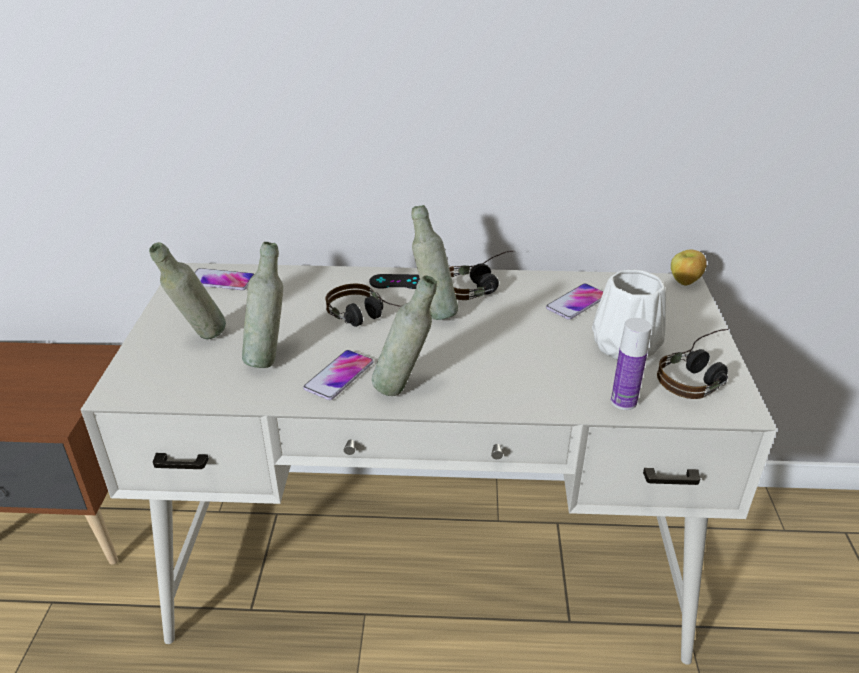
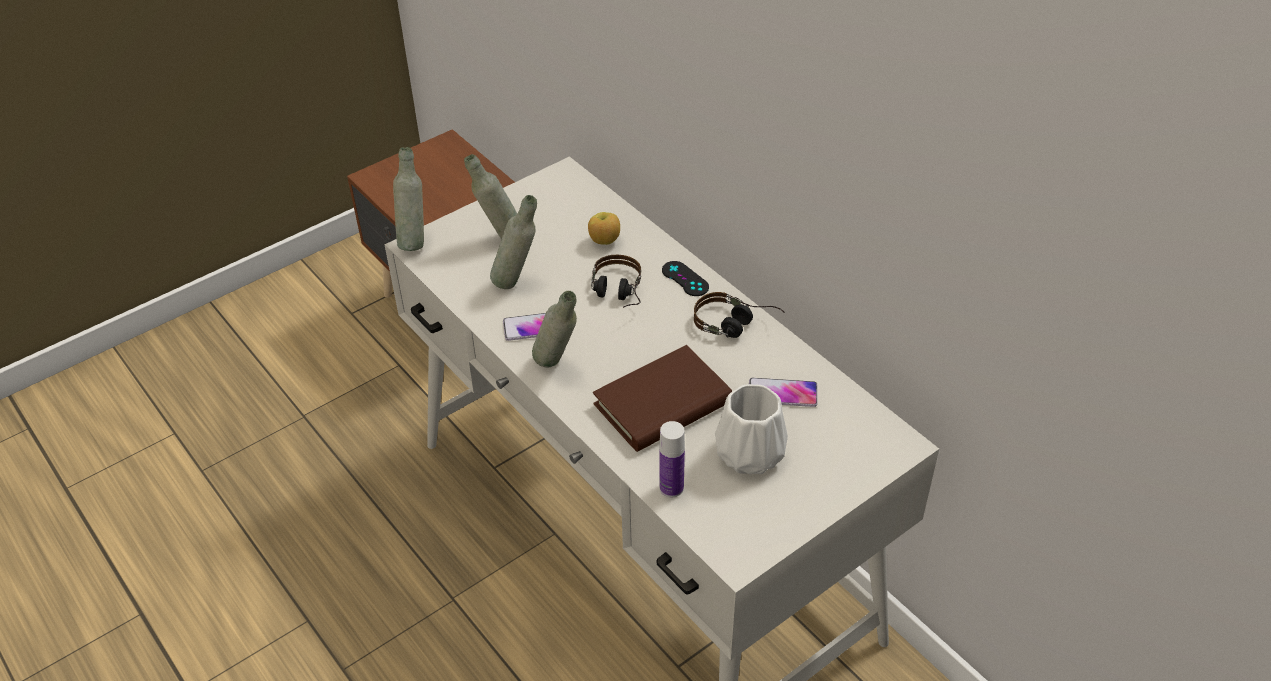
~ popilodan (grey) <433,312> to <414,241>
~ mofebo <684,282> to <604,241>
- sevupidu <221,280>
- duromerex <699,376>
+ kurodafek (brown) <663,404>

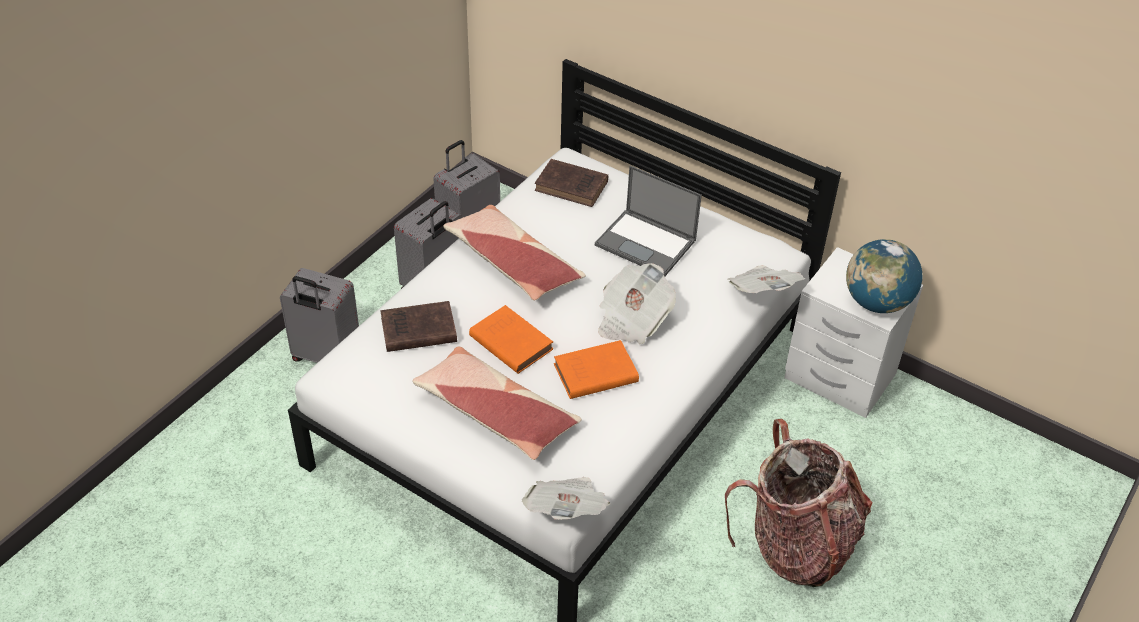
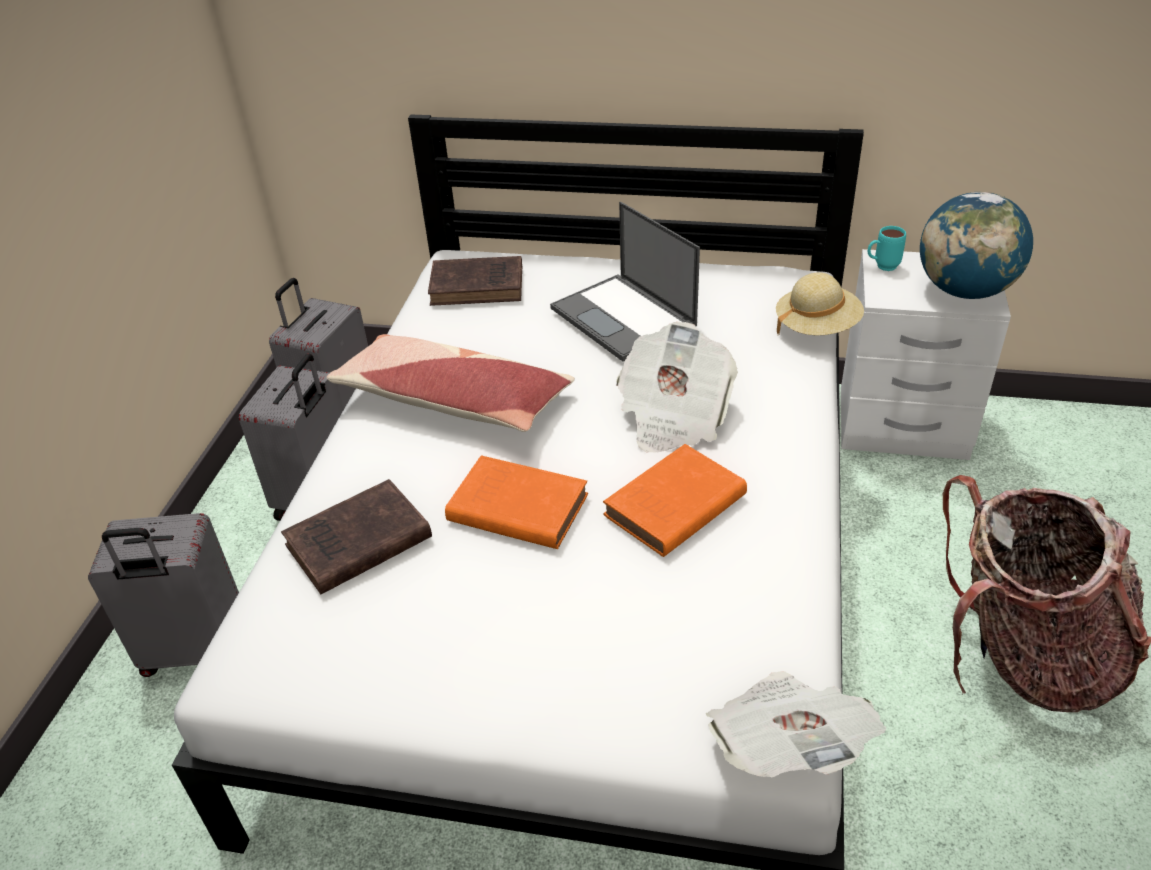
~ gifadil <647,243> = <624,317> 45 degrees clockwise
~ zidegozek <762,293> to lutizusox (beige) <817,327>
- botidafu <495,413>
+ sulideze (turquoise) <881,267>

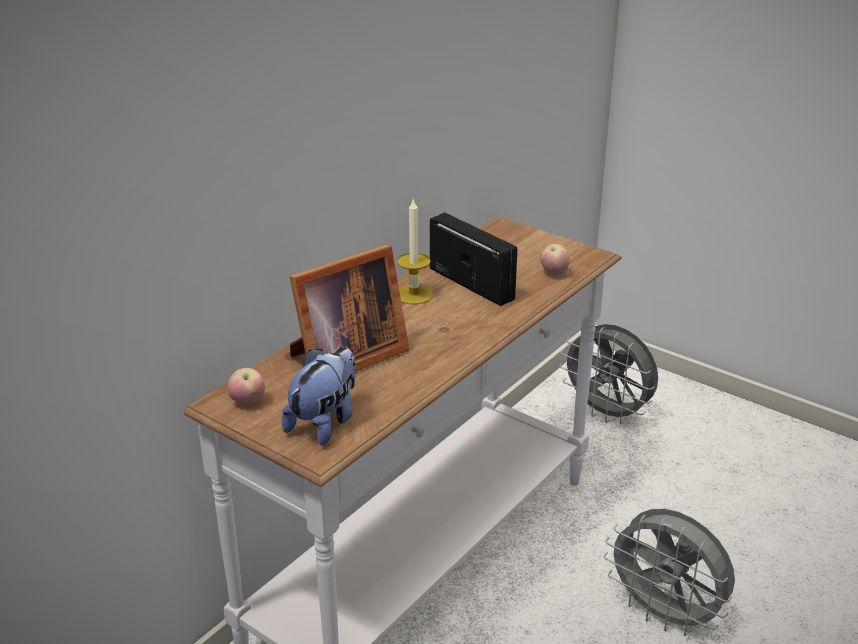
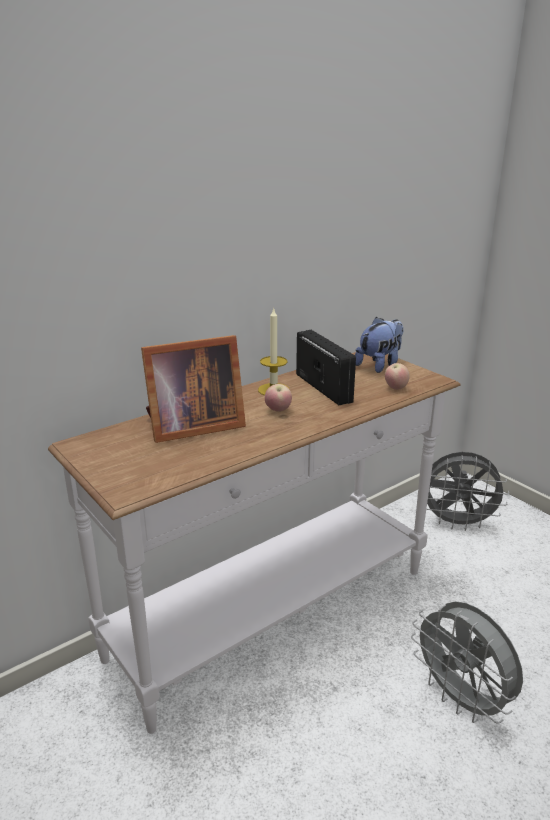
~ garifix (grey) <607,413> = <457,523> 45 degrees counterclockwise
~ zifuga <325,422> to <379,365>
~ mofebo <247,402> to <278,410>

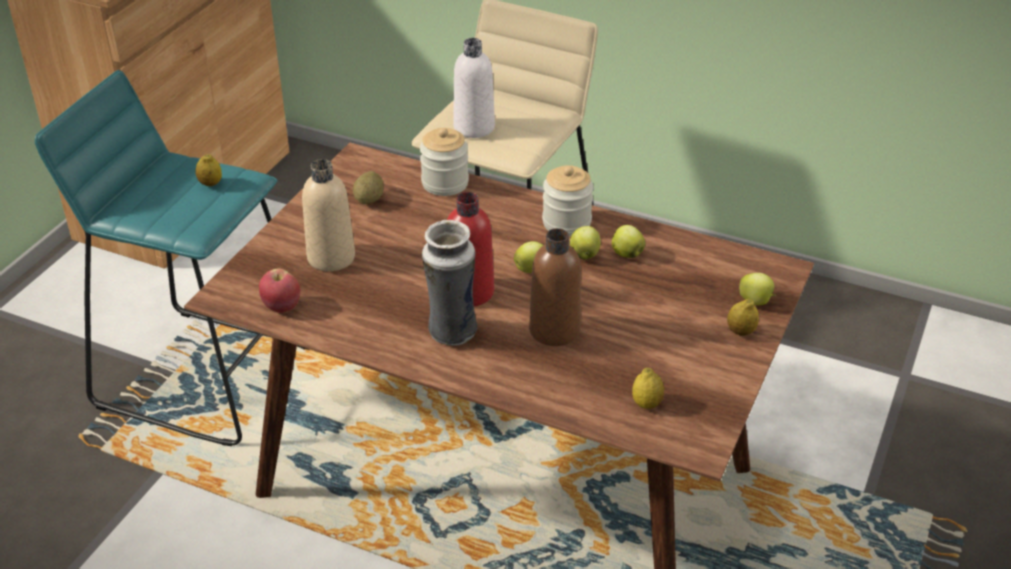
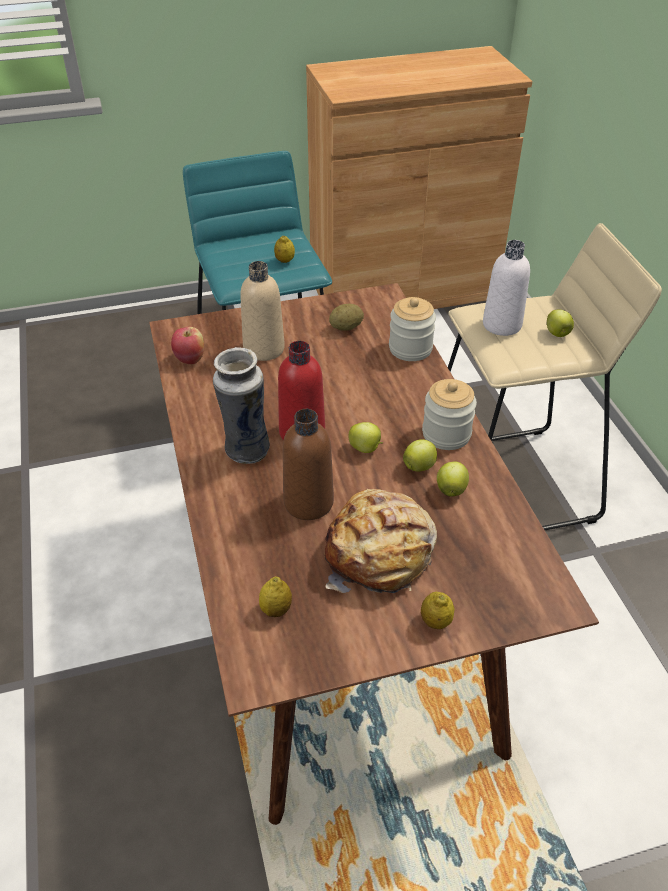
~ mofebo <756,301> to <557,334>
+ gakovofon <380,554>

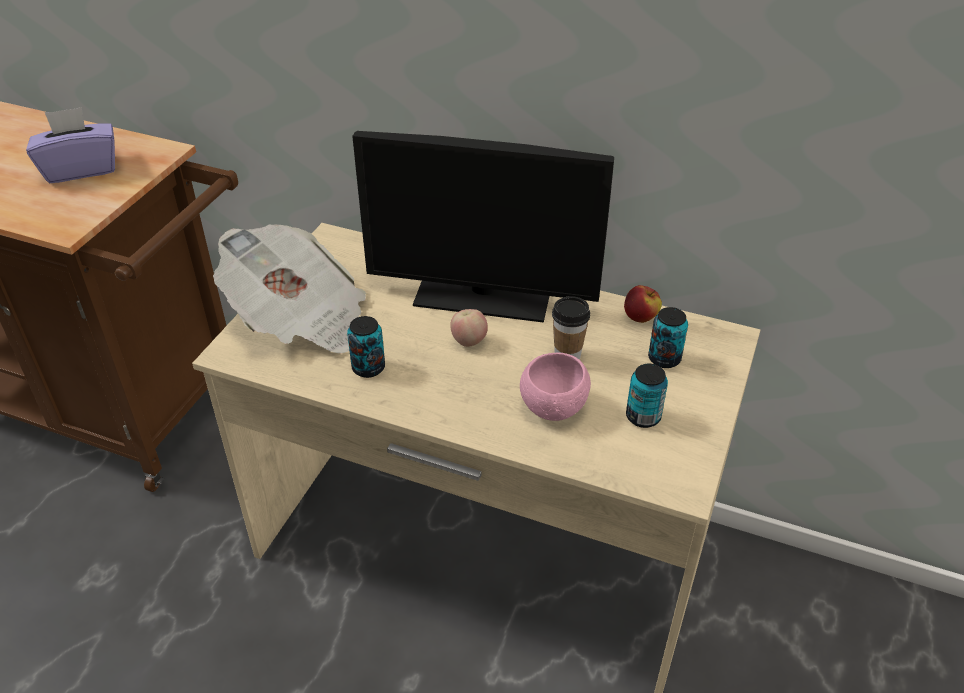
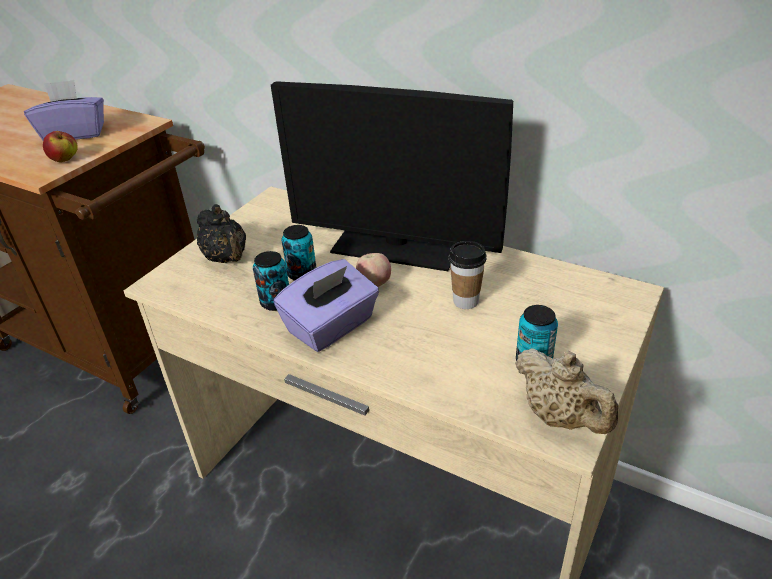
~ zidegozek <299,318> to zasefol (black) <227,259>
~ mofebo <640,317> to <65,160>
~ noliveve <664,358> to <302,274>
- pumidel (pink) <553,407>
+ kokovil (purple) <331,327>
+ zasefol (beige) <560,417>

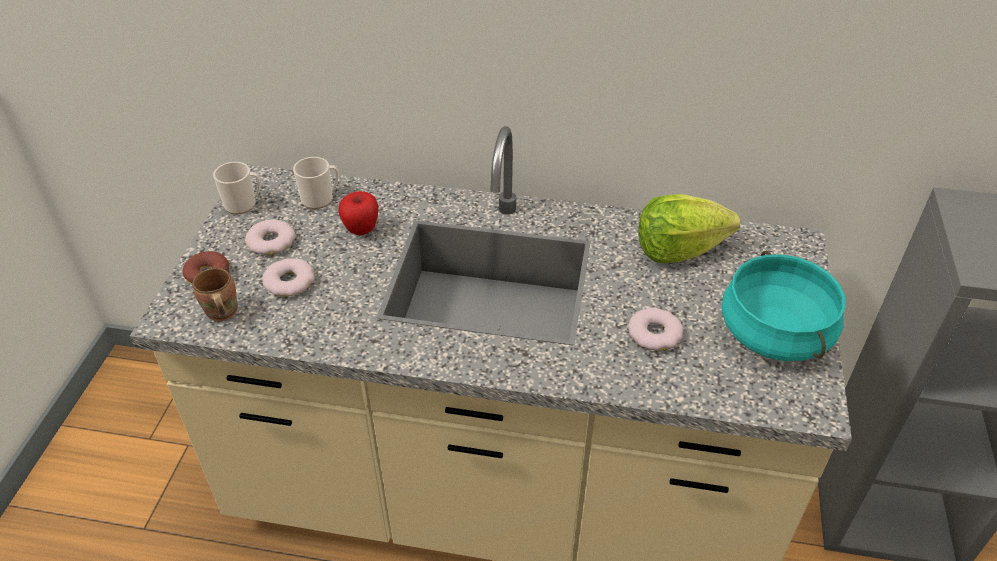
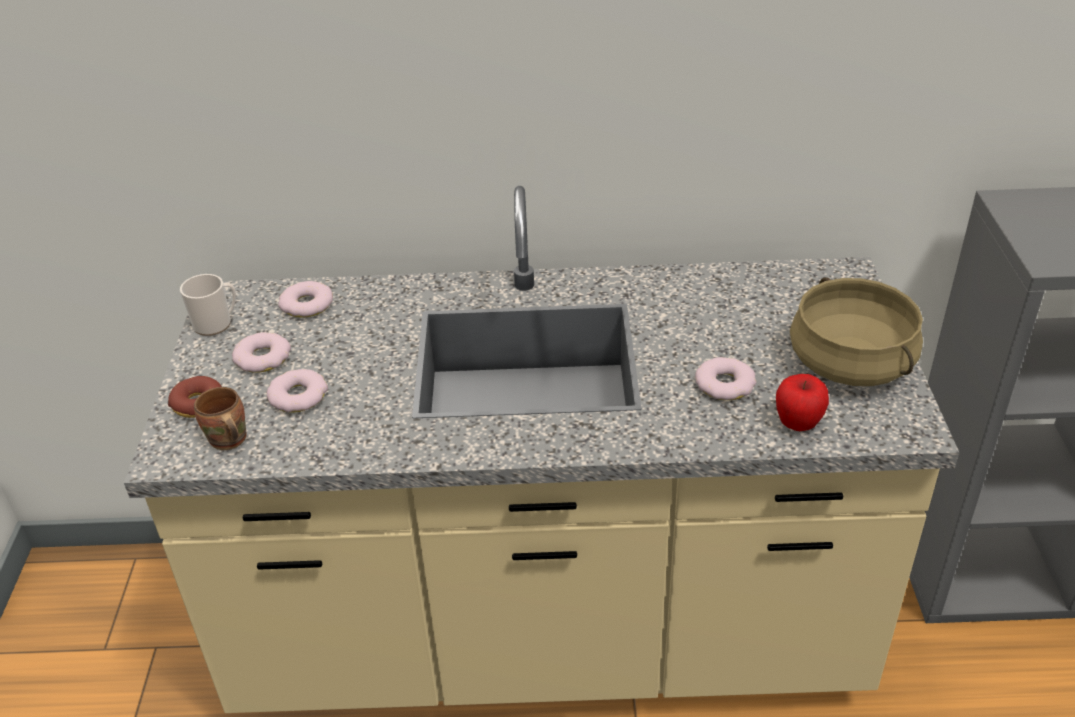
~ sulideze <321,198> to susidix <306,305>
~ mofebo <361,230> to <798,424>
- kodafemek <678,249>
~ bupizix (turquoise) <776,333> to bupizix (beige) <851,363>

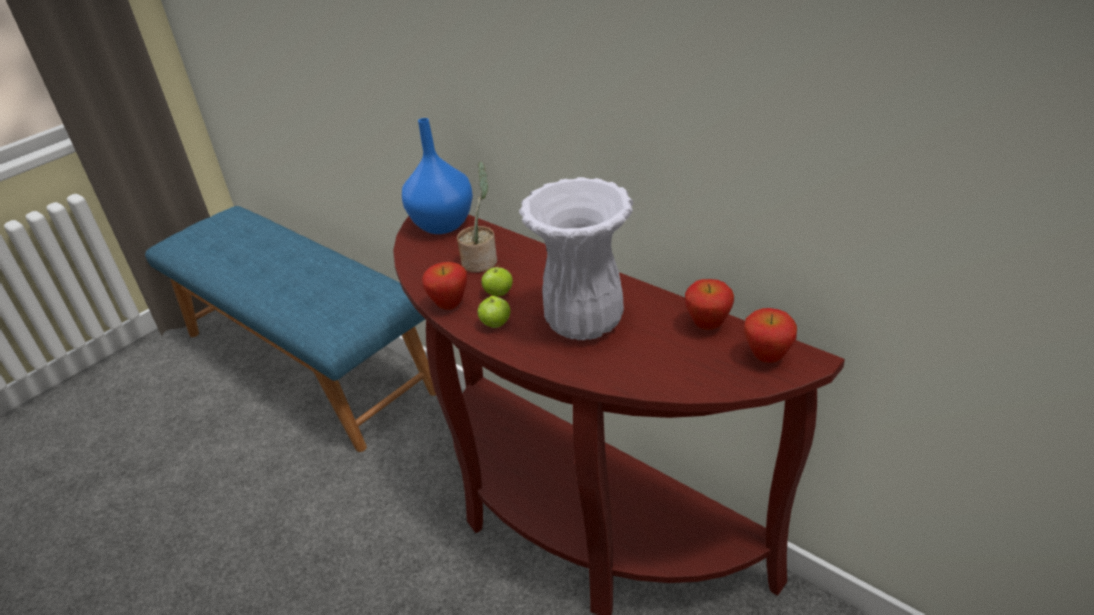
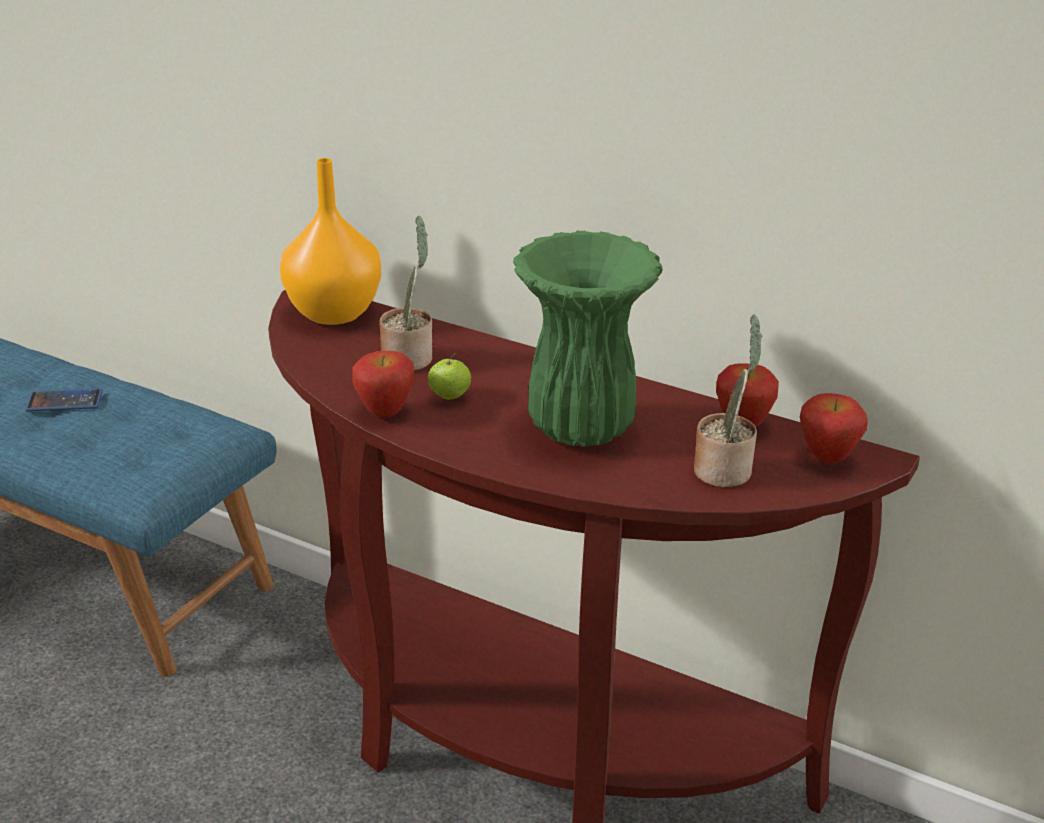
~ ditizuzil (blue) <444,225> to ditizuzil (orange) <335,313>
~ ditizuzil (white) <585,322> to ditizuzil (green) <582,427>
- mofebo <496,324>
+ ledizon <725,469>
+ sevupidu <64,401>

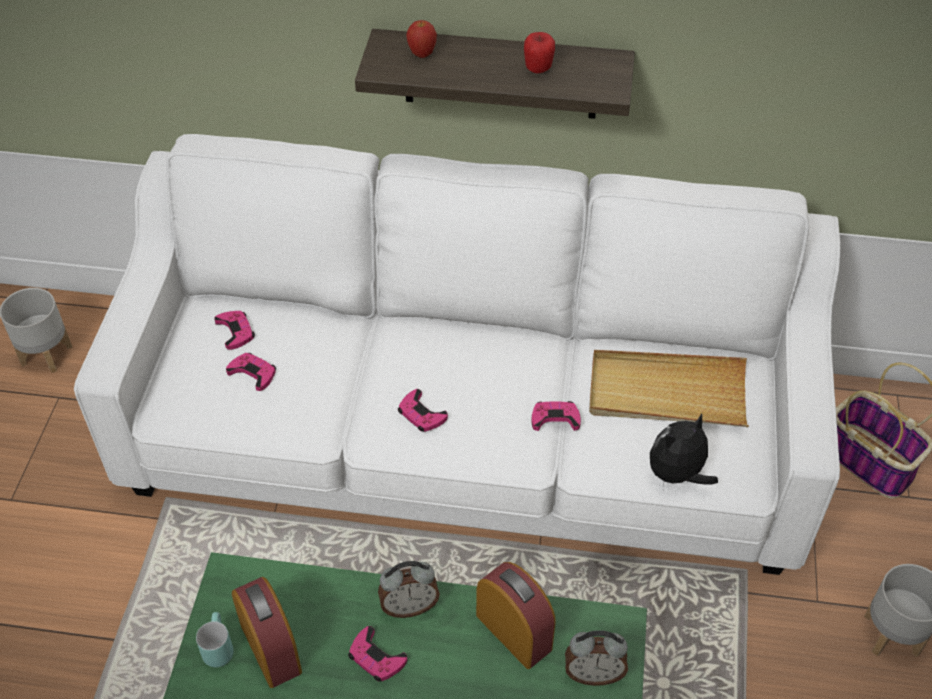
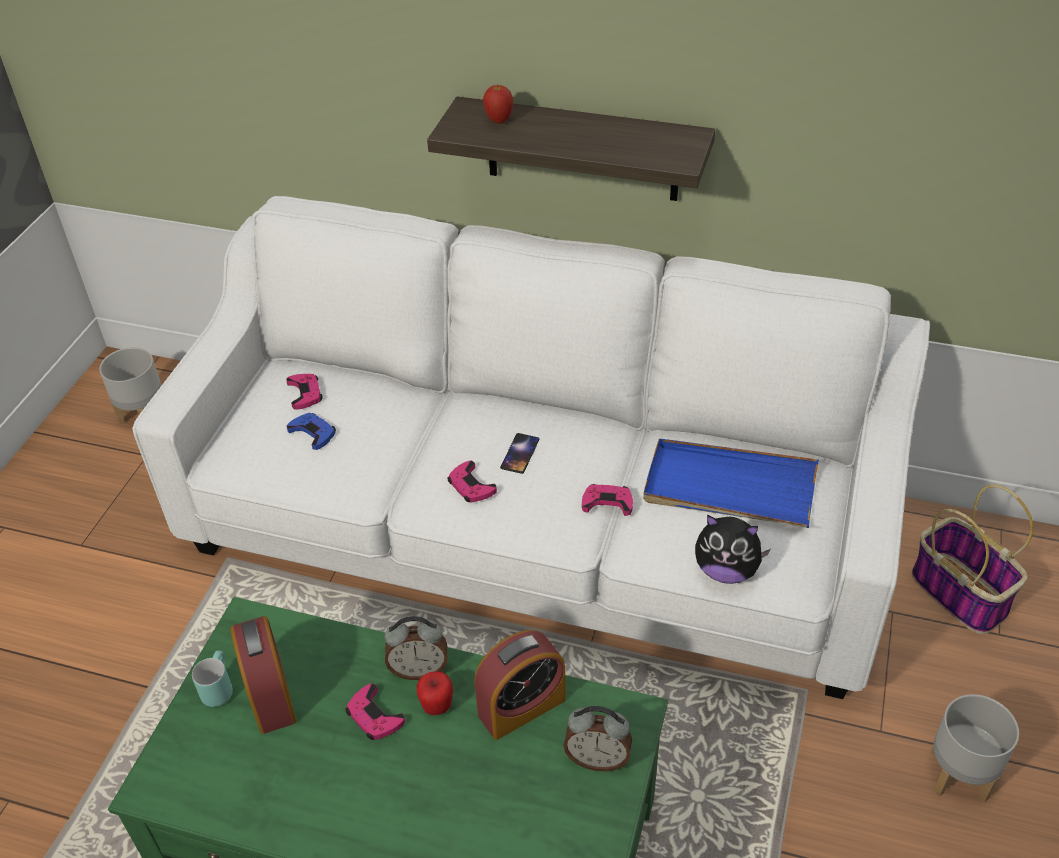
~ mofebo <538,69> to <437,706>
~ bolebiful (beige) <667,393> to bolebiful (blue) <729,488>
~ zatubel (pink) <253,373> to zatubel (blue) <313,433>
~ zifuga <677,475> = <726,570> 135 degrees counterclockwise
~ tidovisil <513,632> = <521,707> 90 degrees clockwise
+ sevupidu <520,453>

